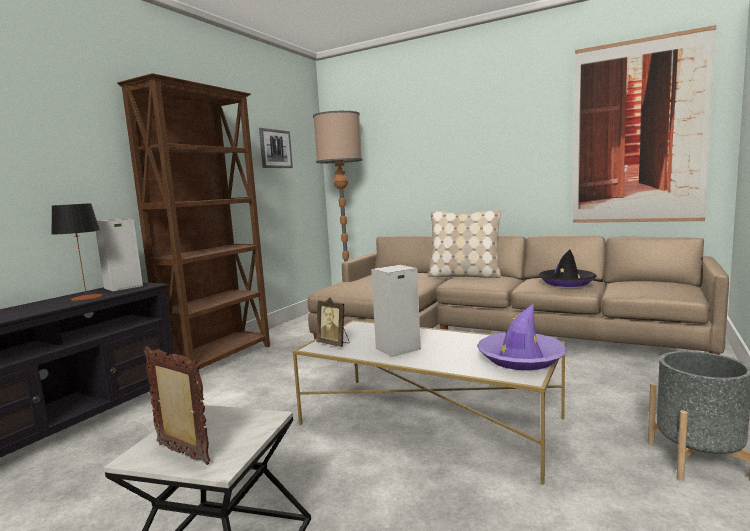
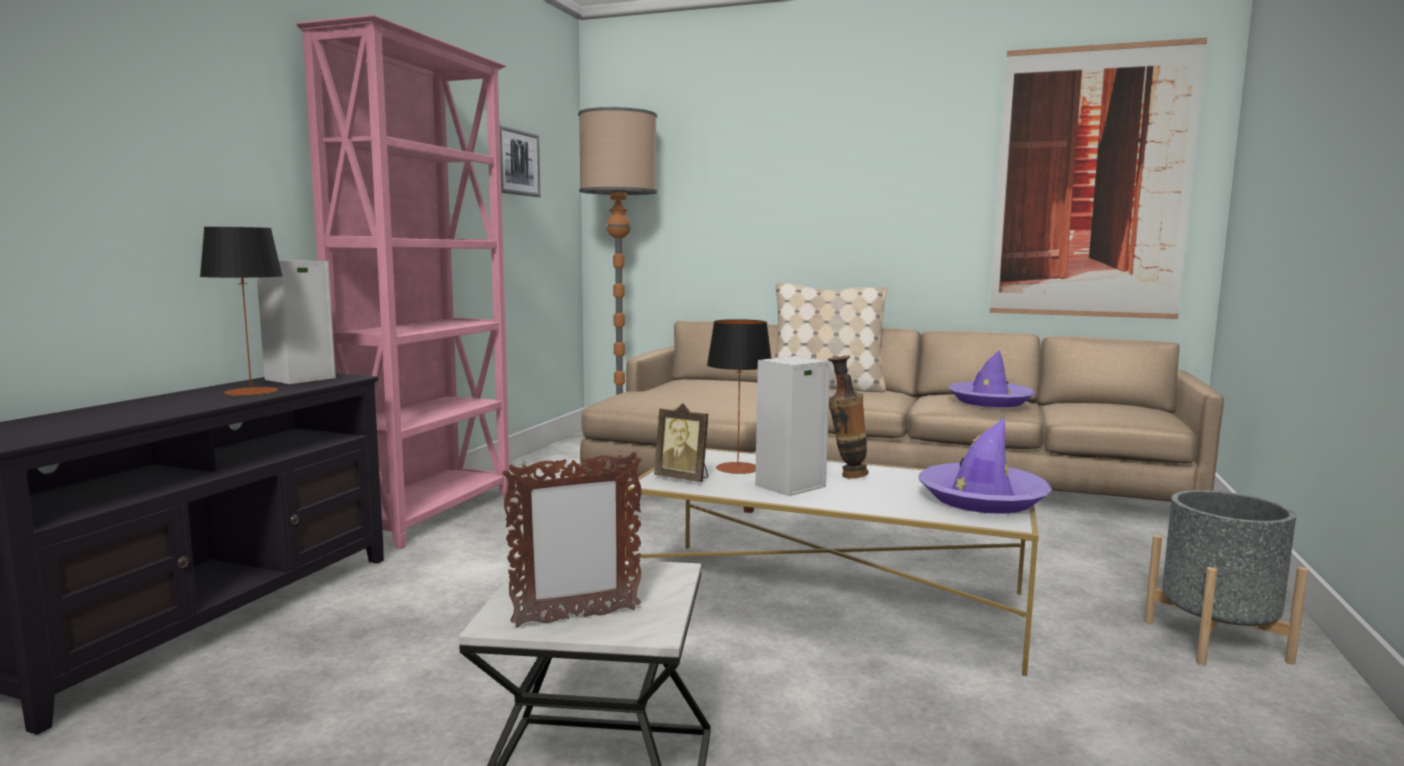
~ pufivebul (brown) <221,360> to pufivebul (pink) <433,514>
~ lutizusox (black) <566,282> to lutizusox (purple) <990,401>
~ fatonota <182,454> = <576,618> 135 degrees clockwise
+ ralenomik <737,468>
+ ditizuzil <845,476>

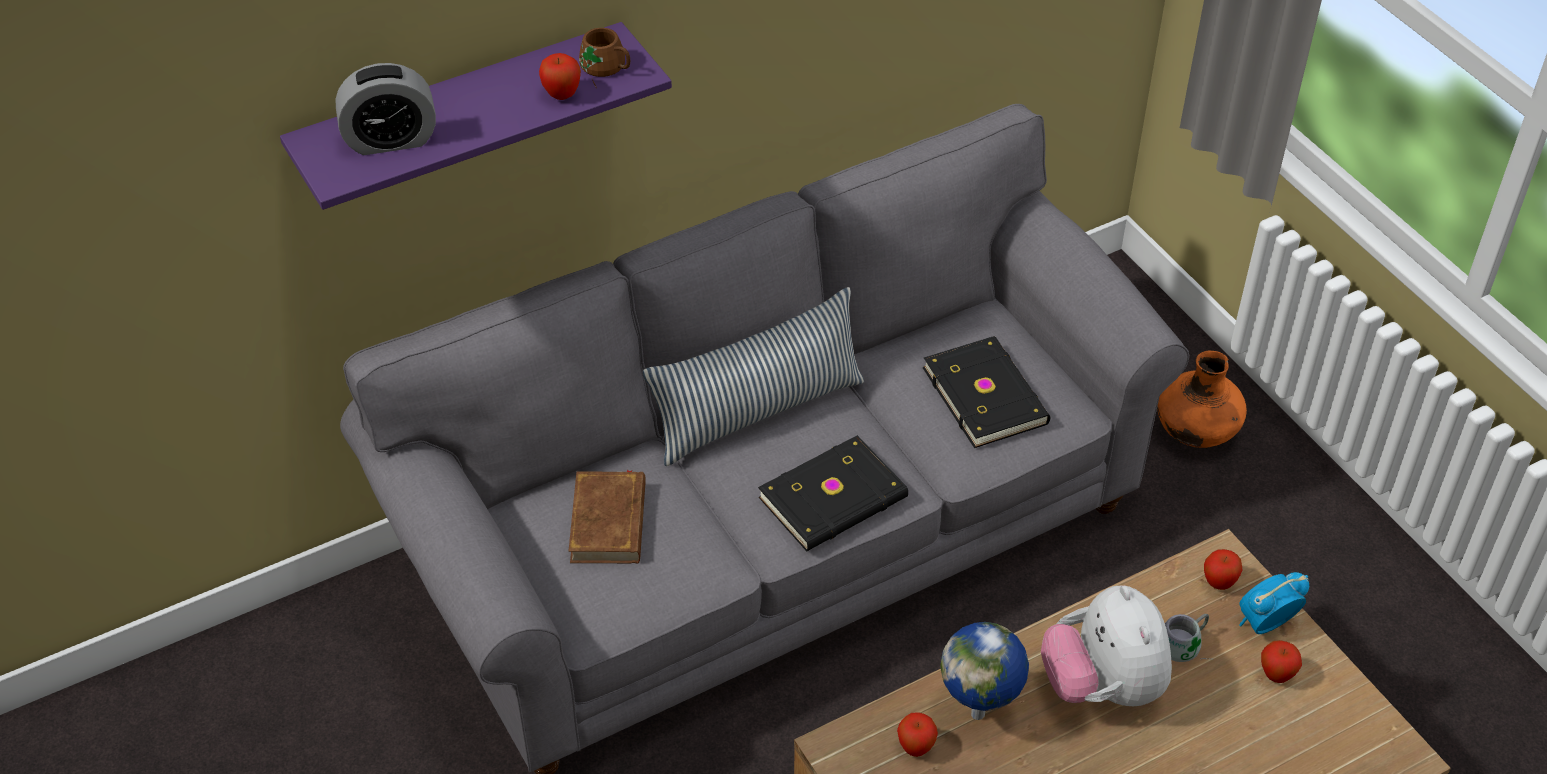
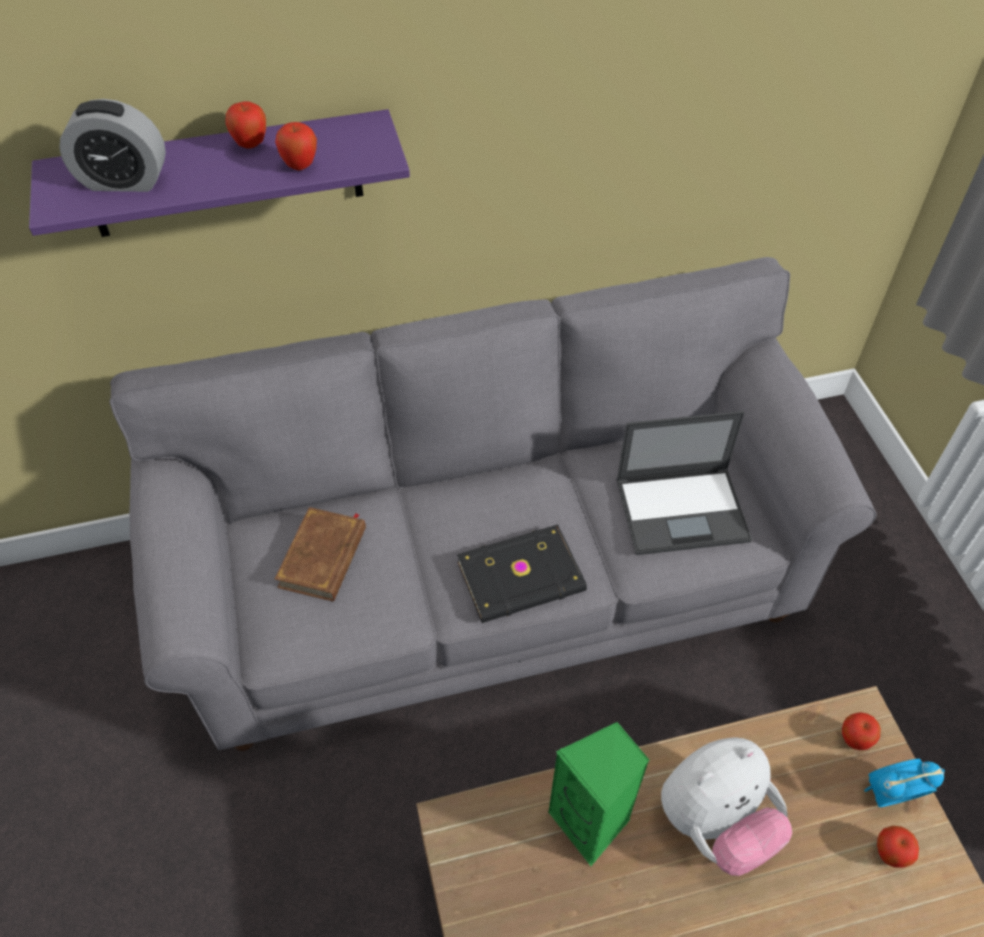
- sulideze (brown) <604,69>
- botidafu <758,412>
~ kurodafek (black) <986,394> to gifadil <683,510>
- ditizuzil (orange) <1195,433>
~ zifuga <1102,686> = <715,822> 120 degrees counterclockwise
- sulideze (grey) <1186,646>
~ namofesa <980,714> to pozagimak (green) <592,821>
~ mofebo <916,748> to <251,145>

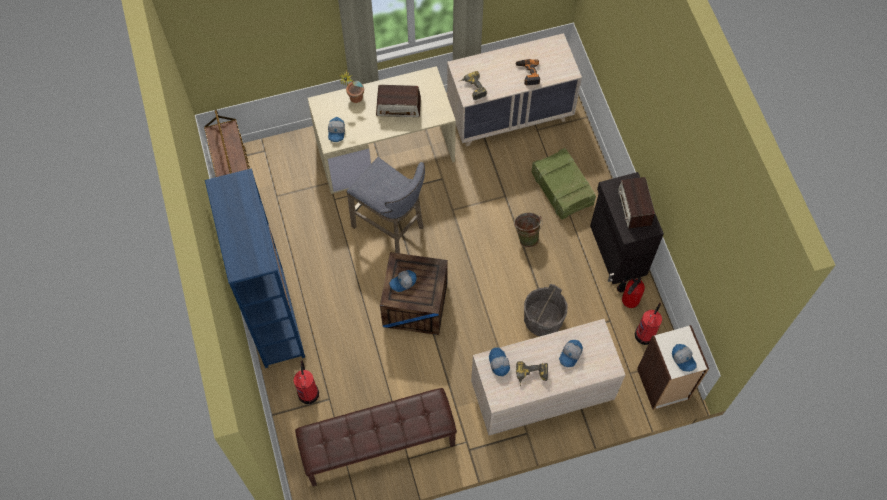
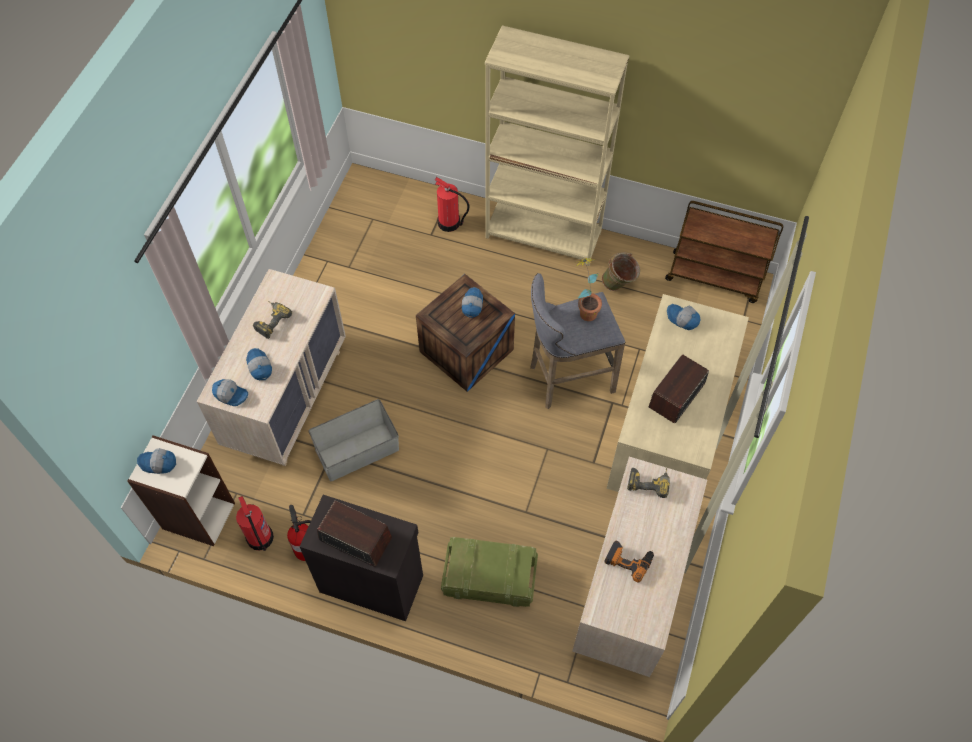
~ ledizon <353,100> to <585,309>
~ pufivebul (blue) <274,318> to pufivebul (beige) <543,235>
~ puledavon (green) <526,236> to <619,285>
~ puledavon (grey) <543,320> to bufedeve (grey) <357,451>
~ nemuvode <498,363> to <231,394>
- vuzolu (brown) <378,446>

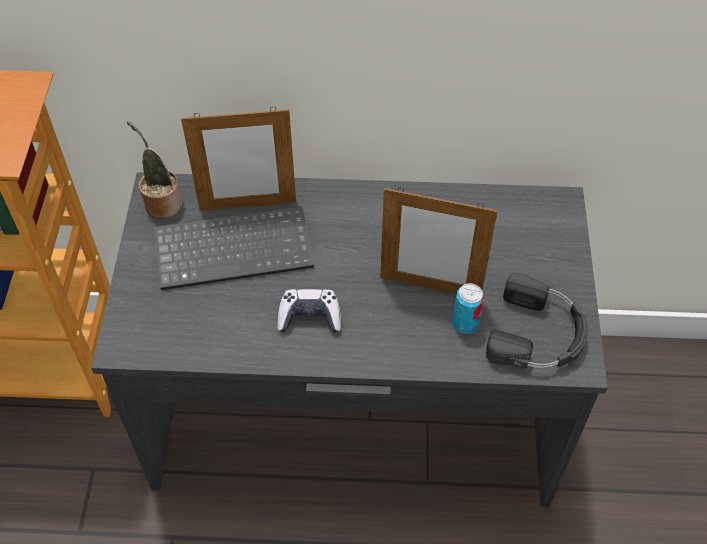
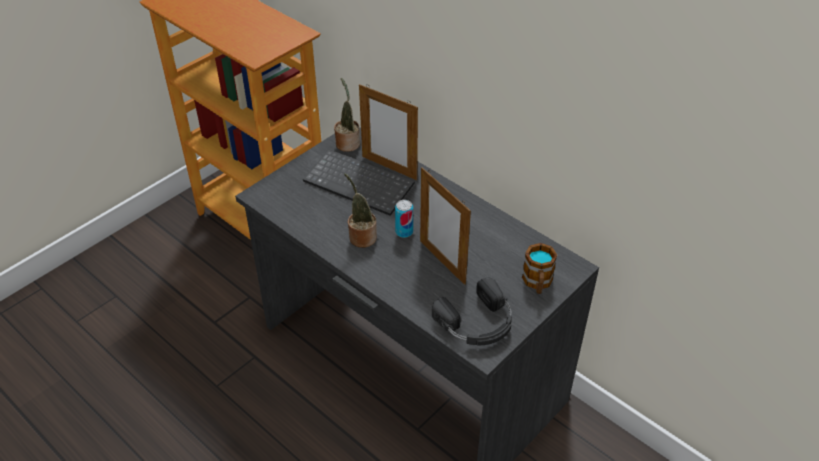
~ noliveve <465,323> to <404,232>
~ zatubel <309,317> to ledizon <361,237>
+ sulideze <537,283>

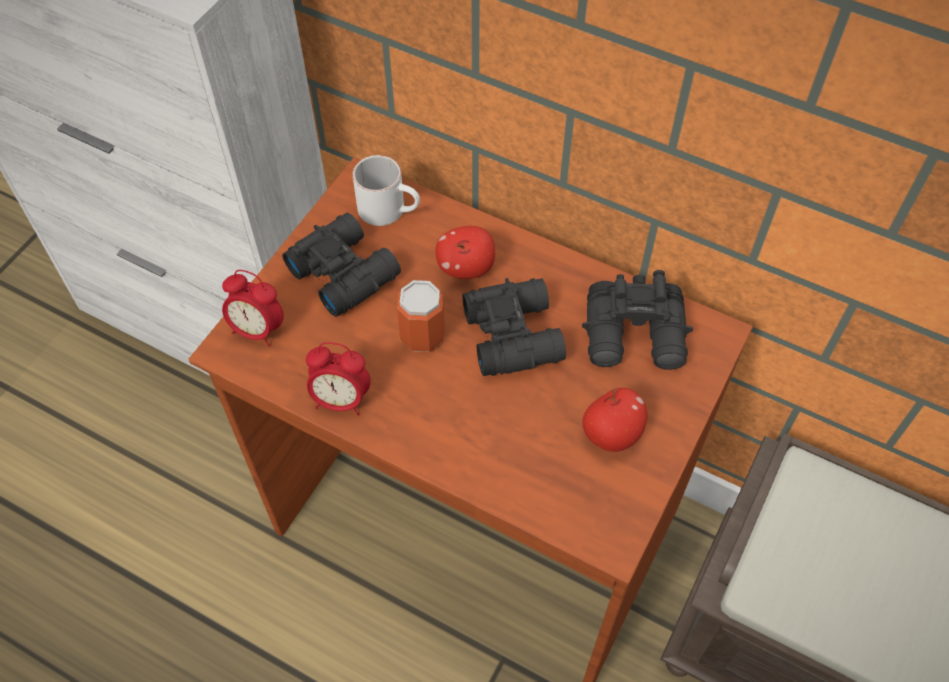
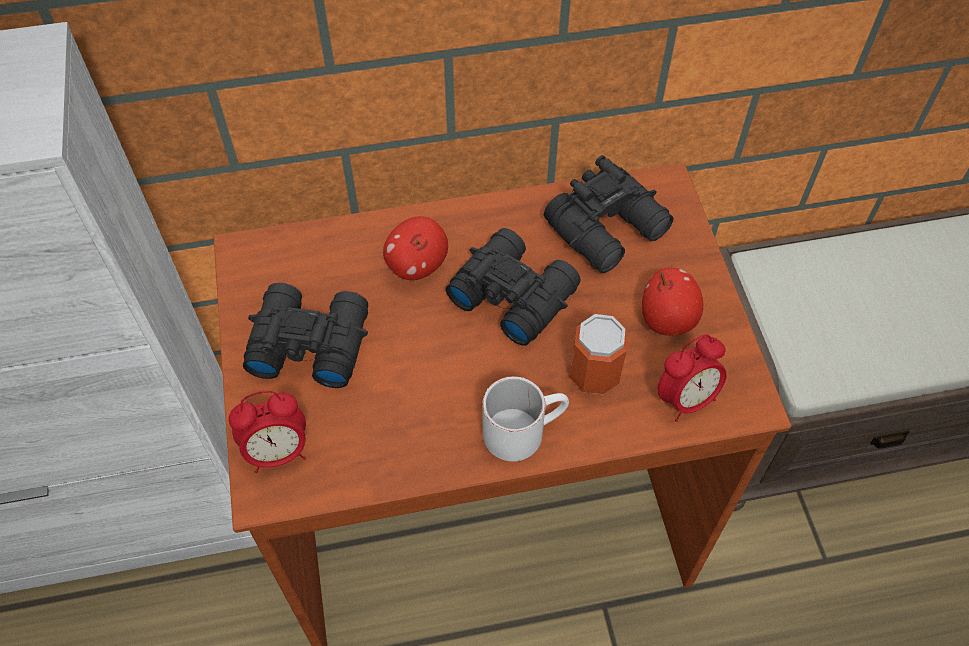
~ sulideze (white) <390,210> to <523,429>
~ noliveve <422,335> to <594,374>
~ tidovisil <341,400> to <686,399>

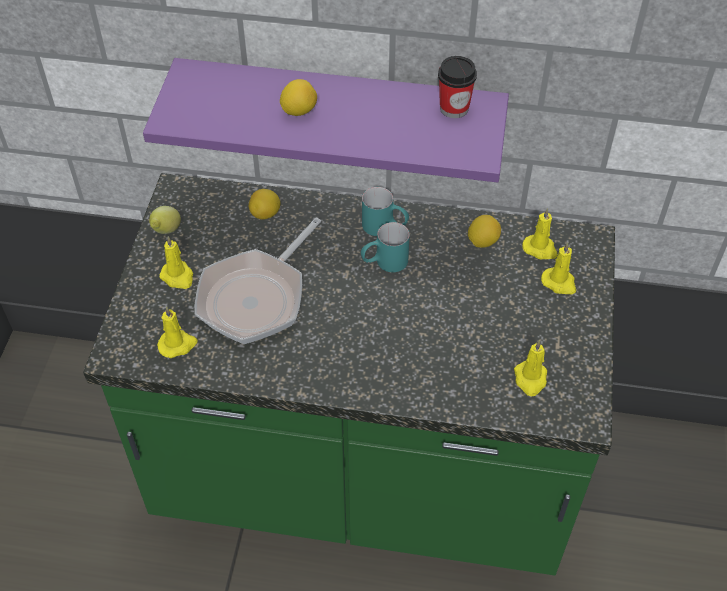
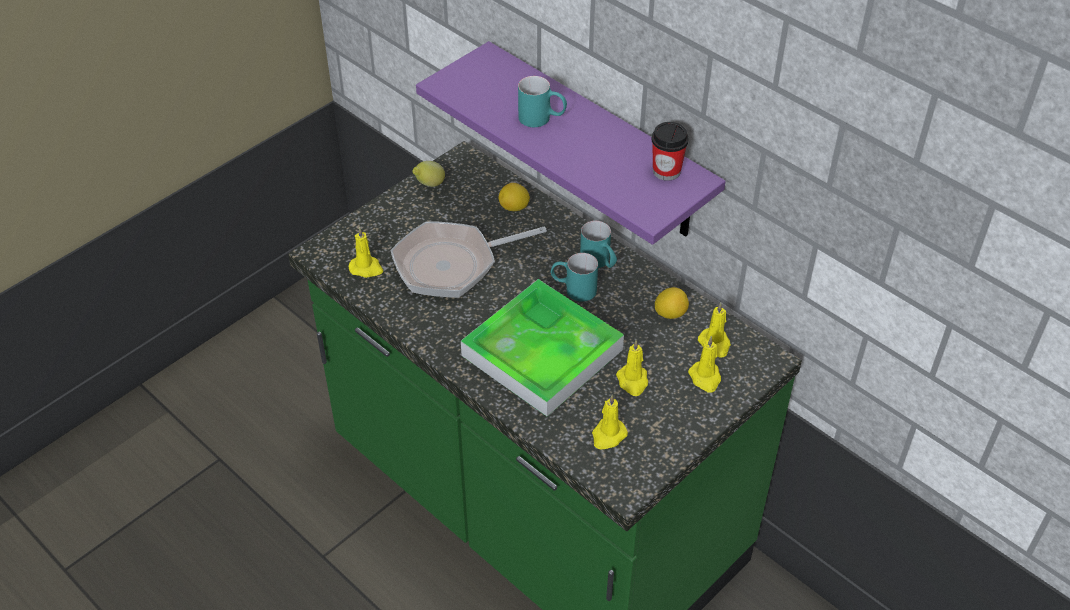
~ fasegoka <299,111> to sulideze (turquoise) <542,119>
~ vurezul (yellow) <178,277> to <633,381>
+ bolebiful <542,352>

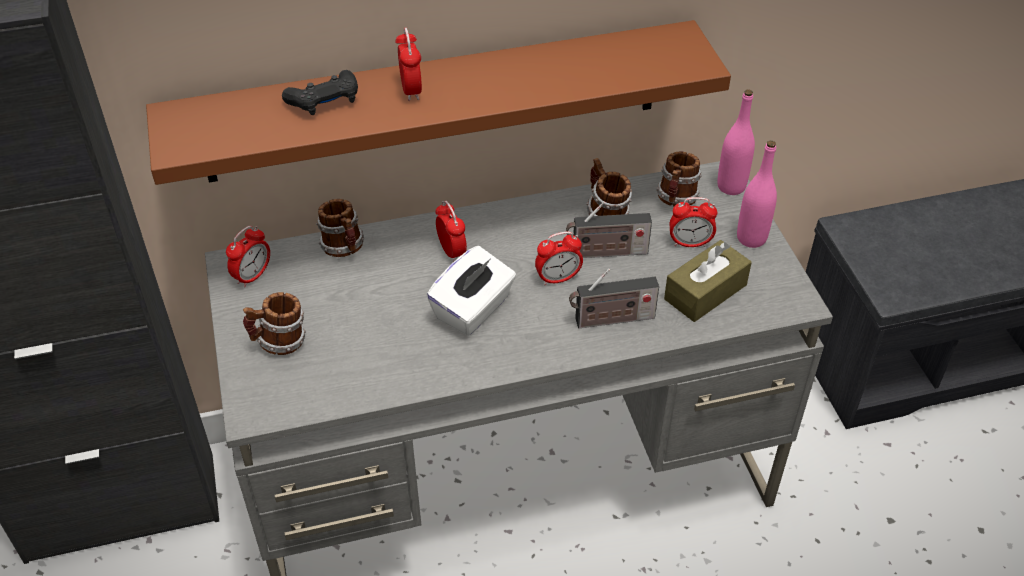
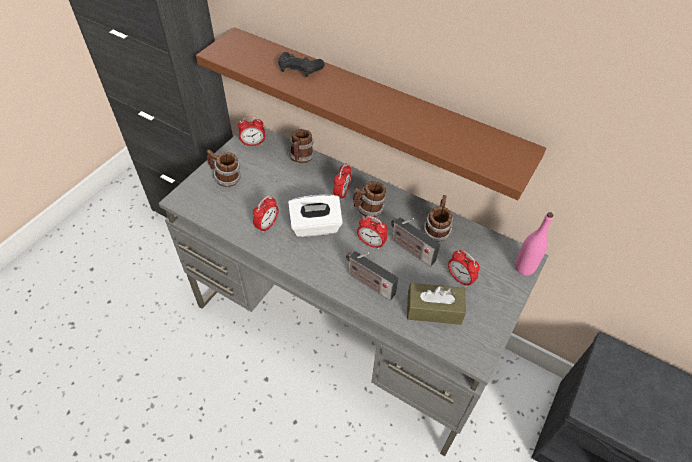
~ tidovisil <411,90> to <267,225>
- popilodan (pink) <751,238>
~ sulideze <676,200> to <368,210>

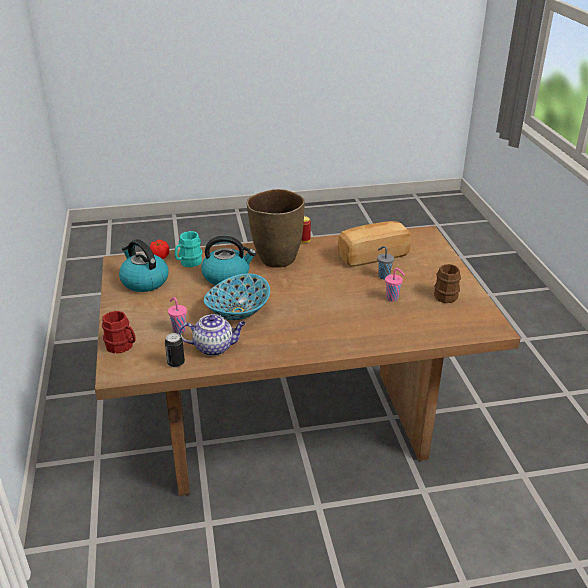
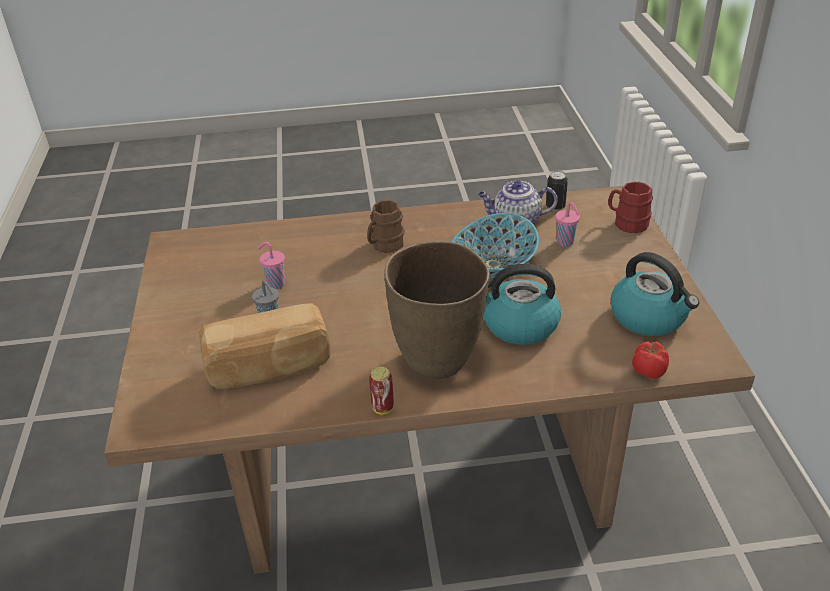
- sulideze (turquoise) <188,262>
~ sulideze (brown) <447,295> to <384,246>

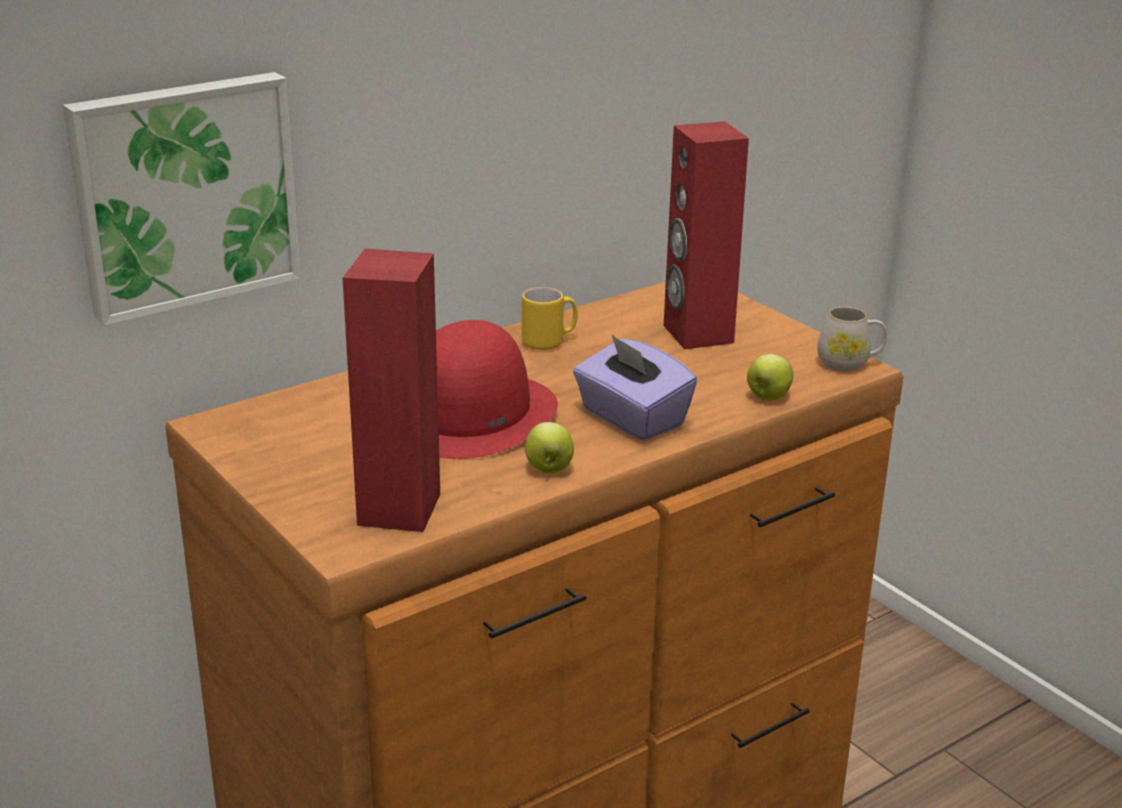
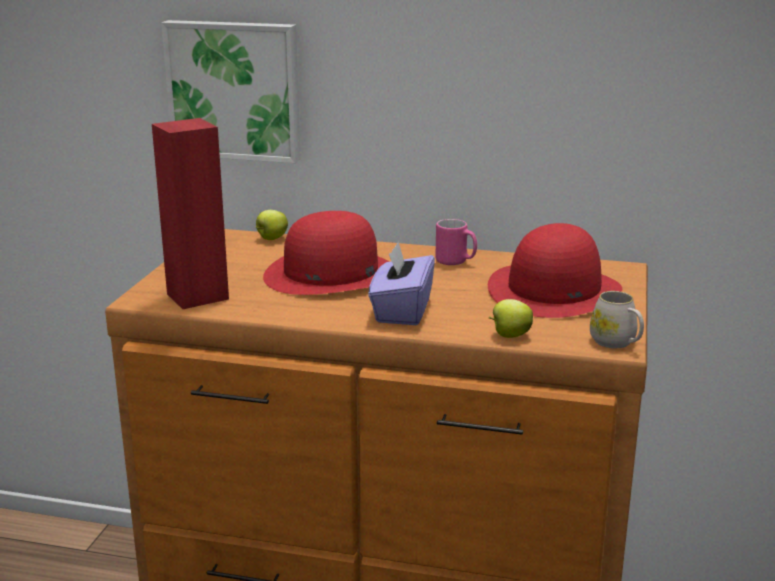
~ pozagimak (red) <697,334> to lutizusox (red) <554,290>
~ sulideze (yellow) <549,342> to sulideze (pink) <456,262>
~ mofebo <549,469> to <271,239>

